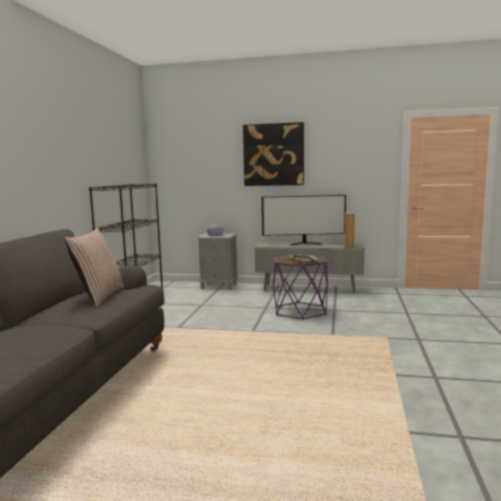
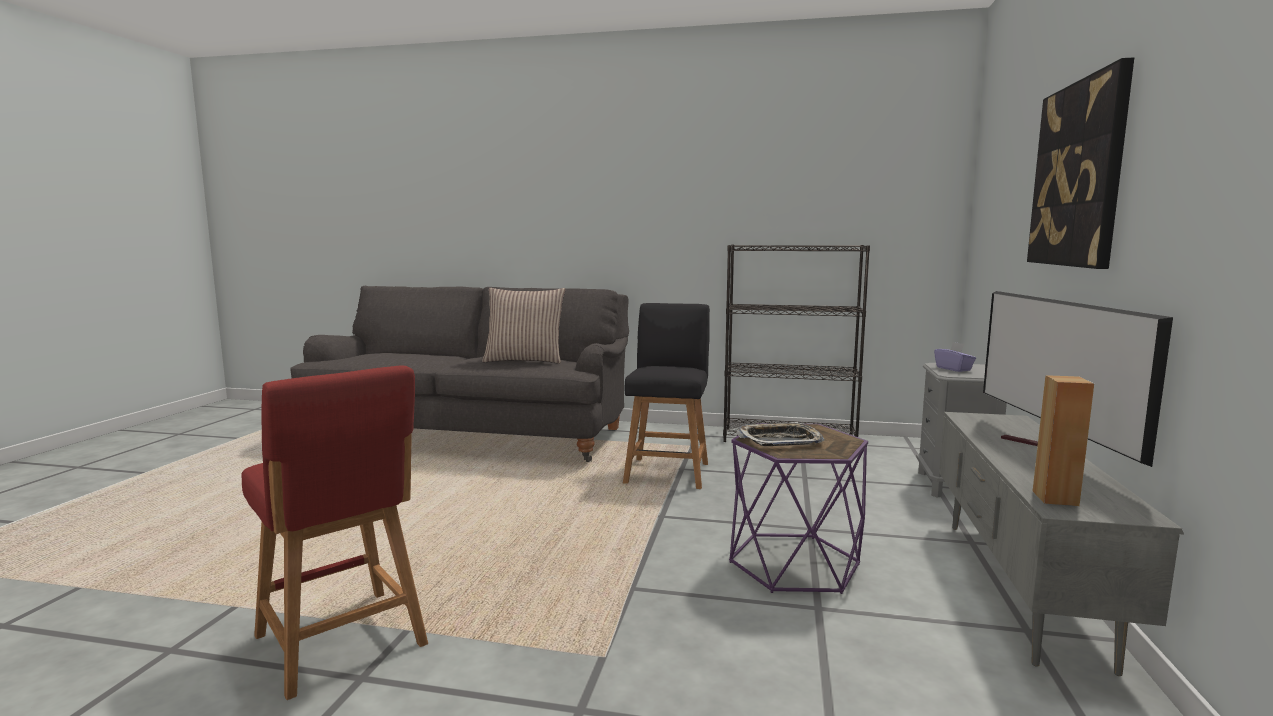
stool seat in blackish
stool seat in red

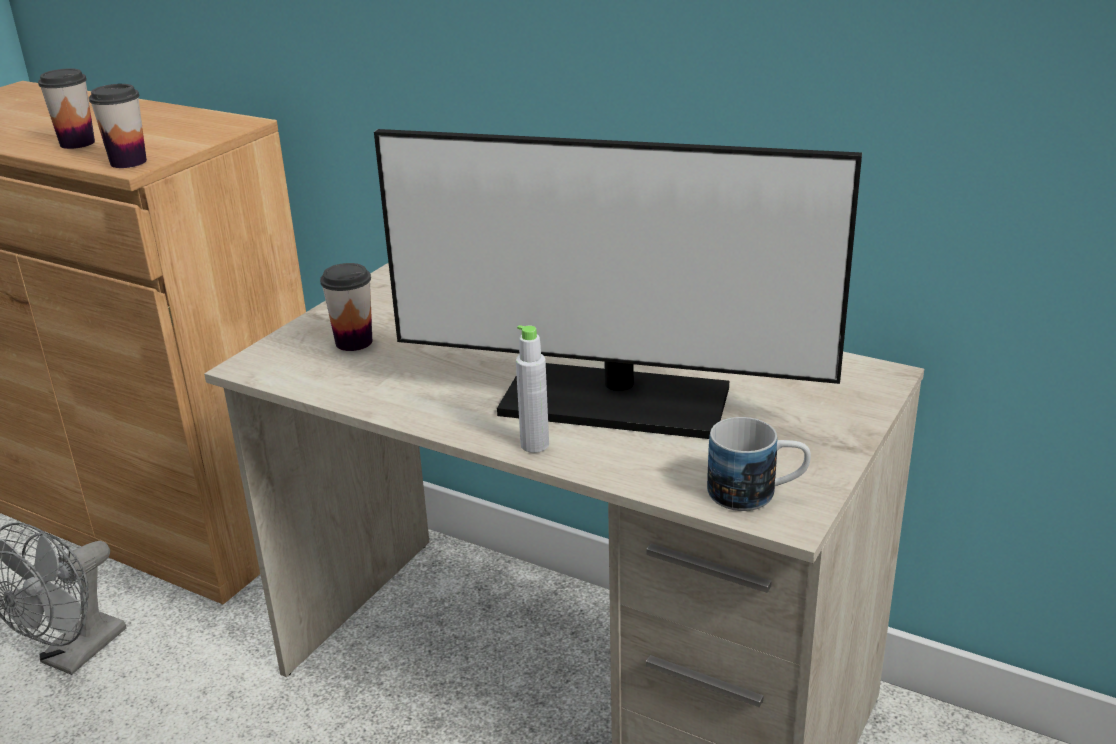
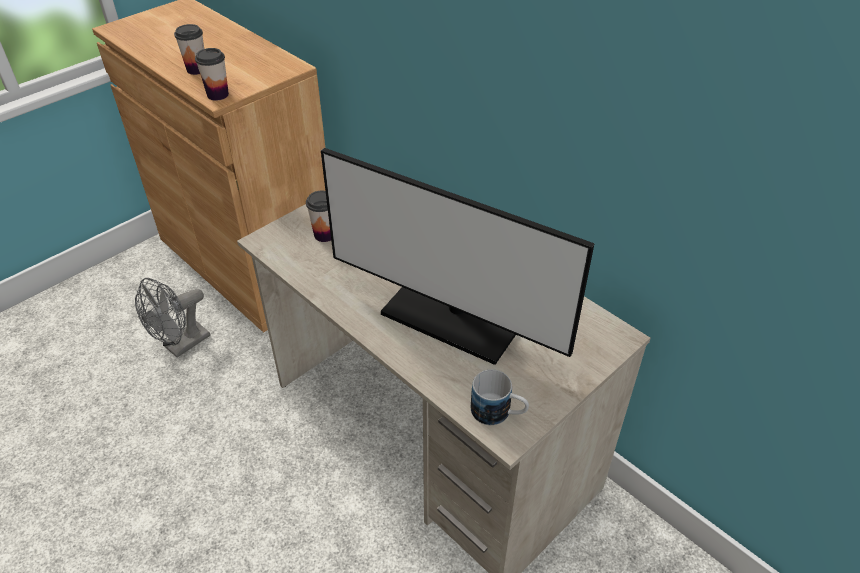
bottle in gray

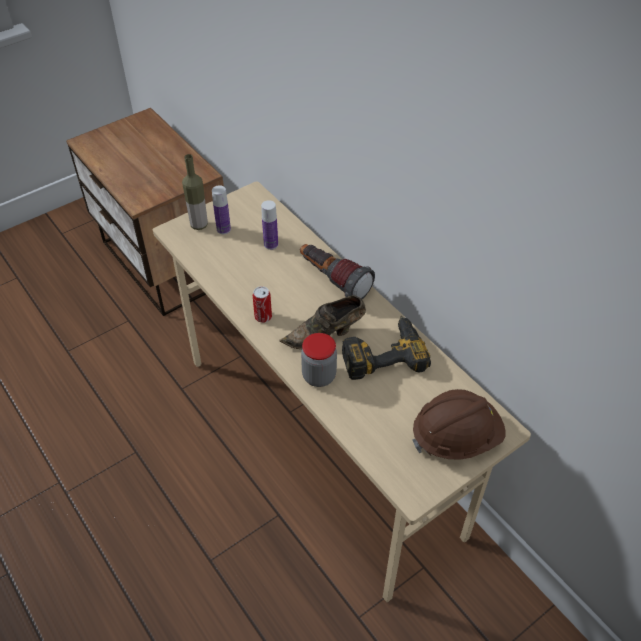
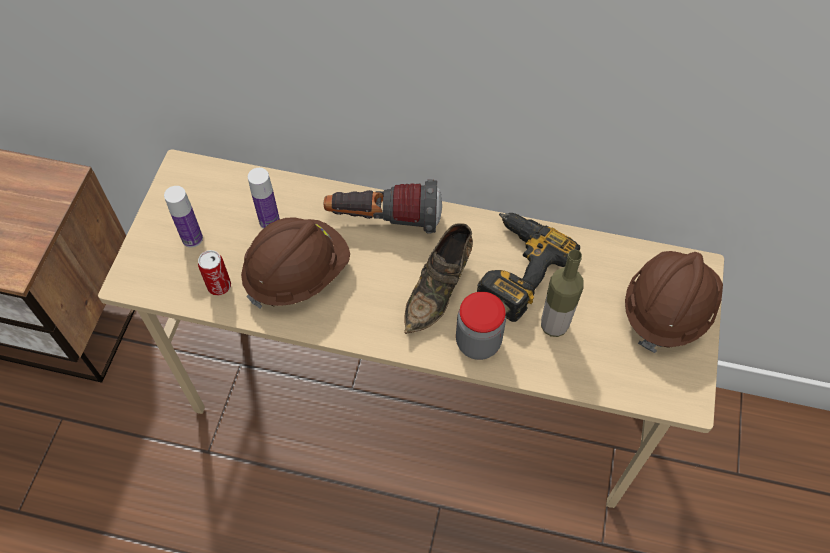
bottle (3rd from left)
can
work helmet in brown-coloured (1st from left)

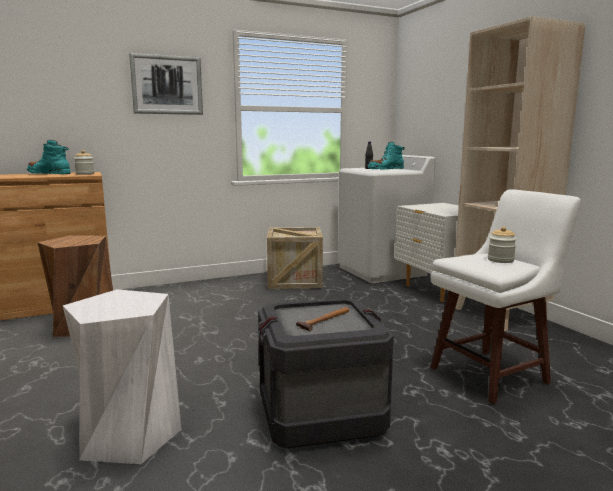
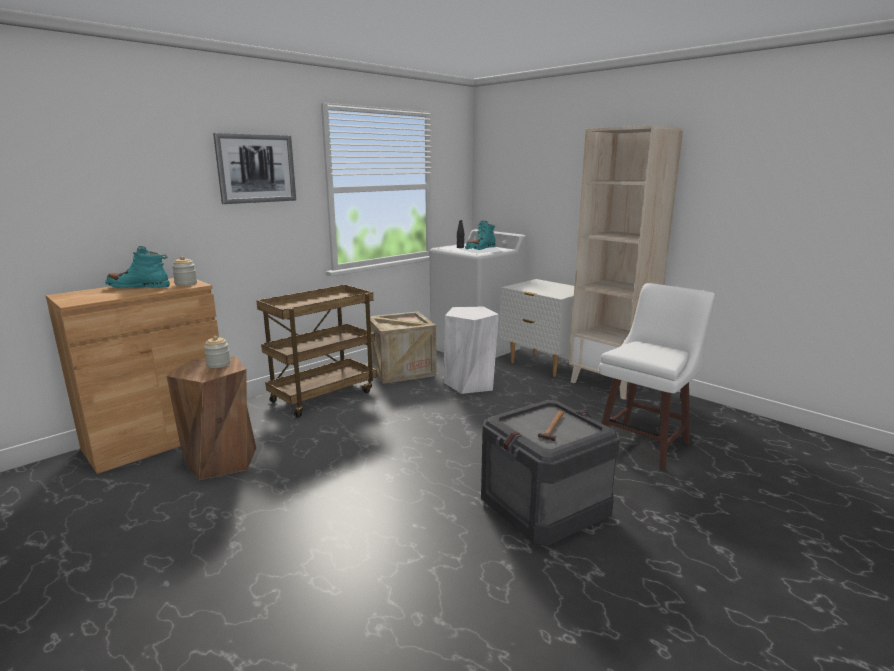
preserve jar (2nd from left)
stool seat in whitish (1st from left)
cart in brown-coloured

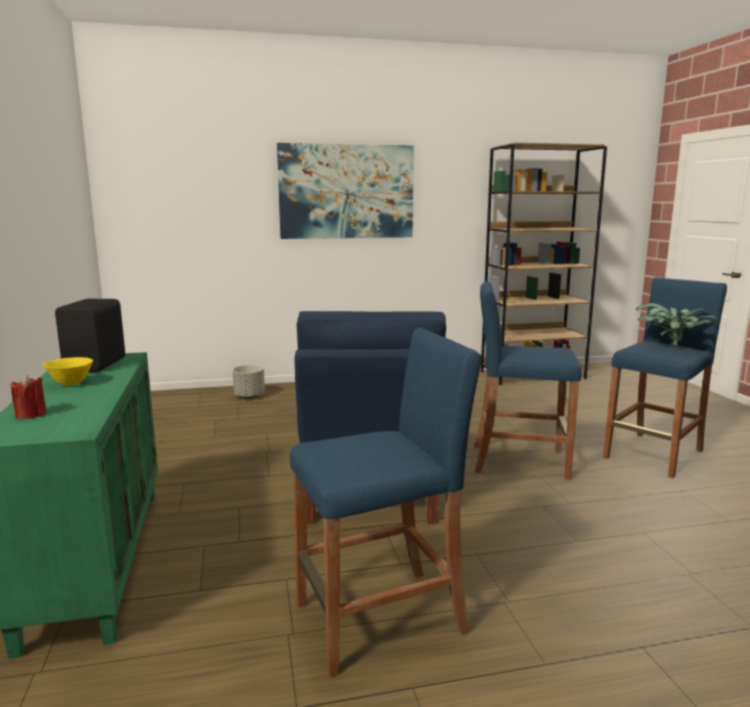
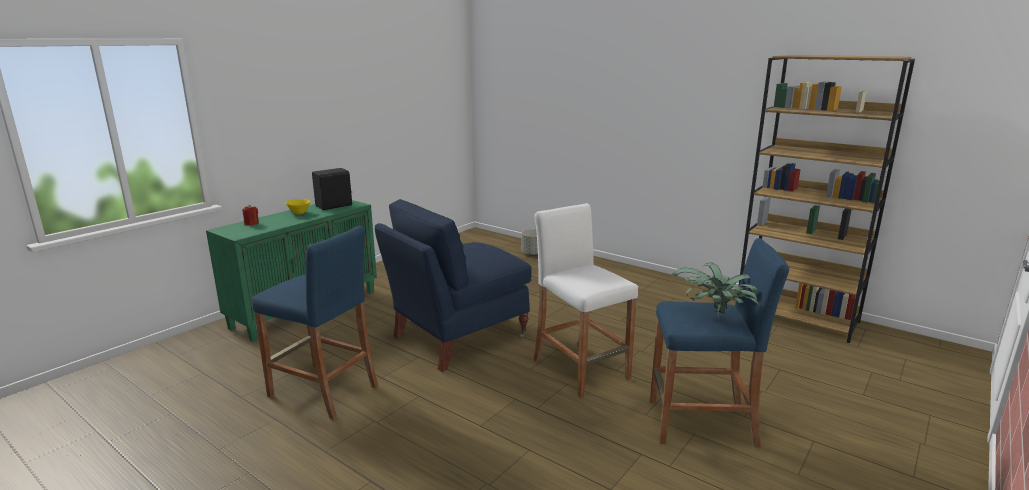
wall picture
stool seat in whitish

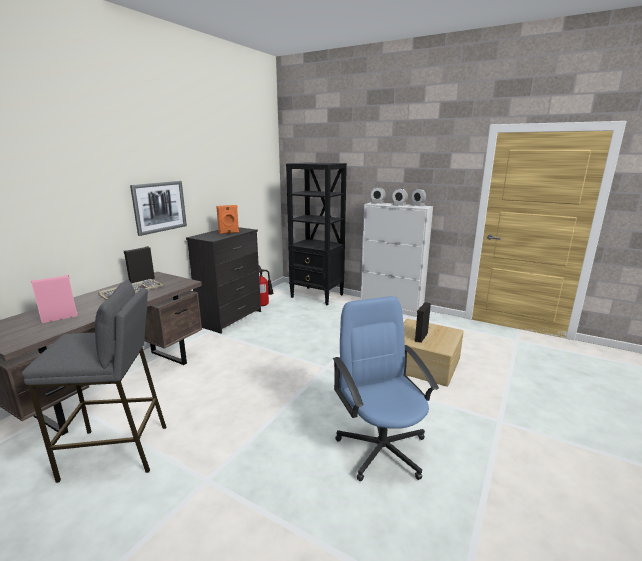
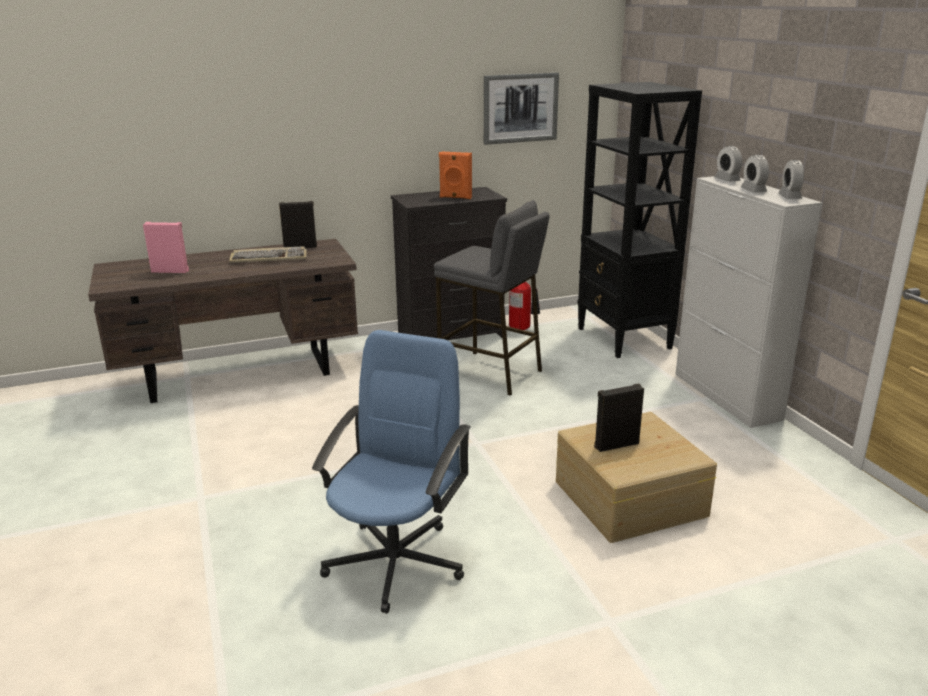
wall picture
stool seat in gray

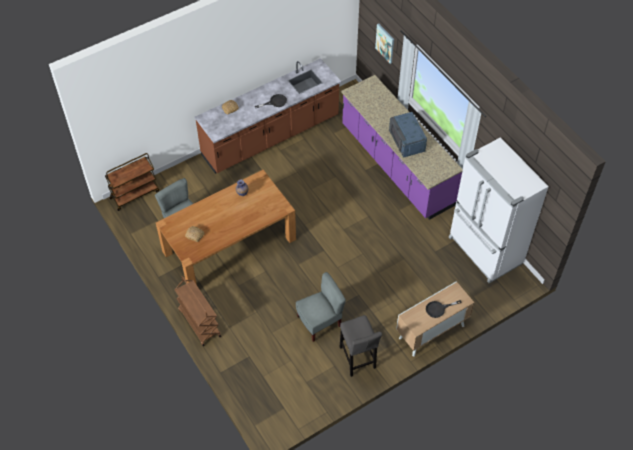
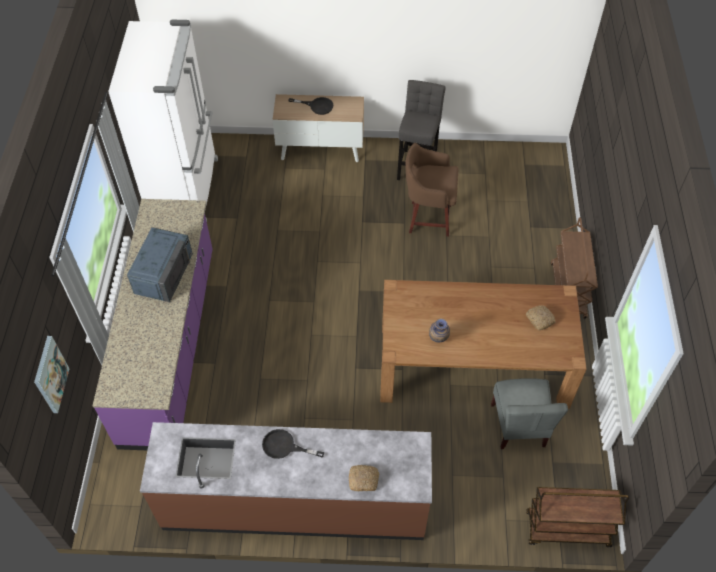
stool seat in brown-coloured

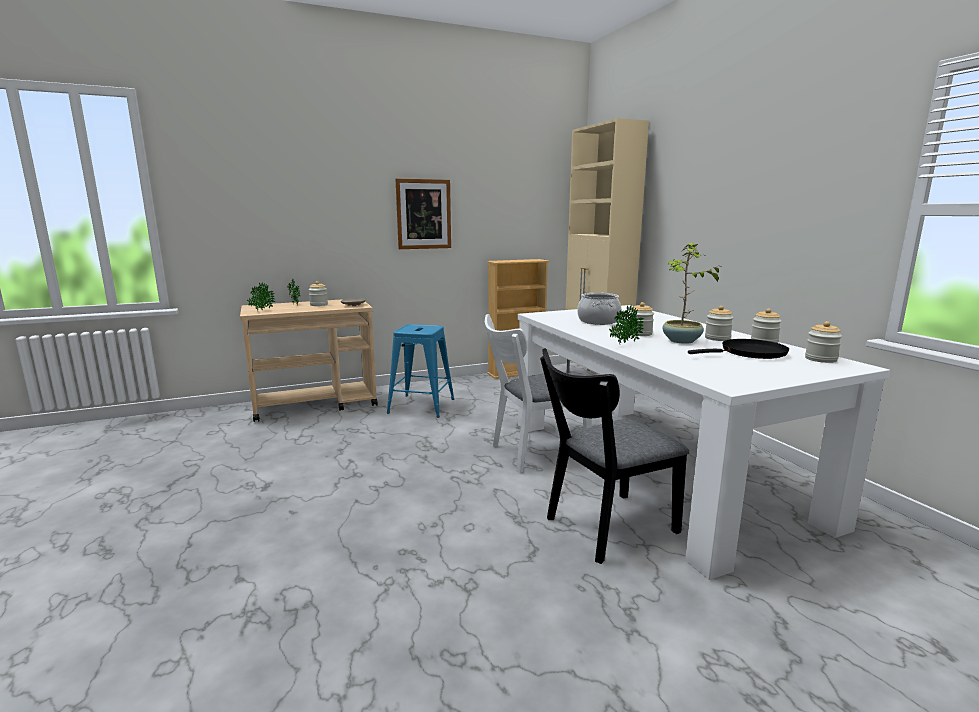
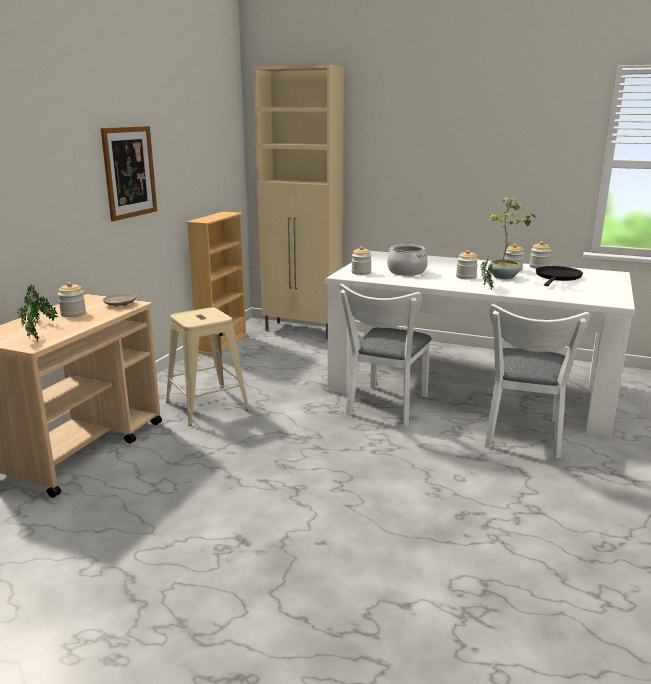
preserve jar (2nd from left)
stool seat in sand-coloured
plain chair in whitish (2nd from left)

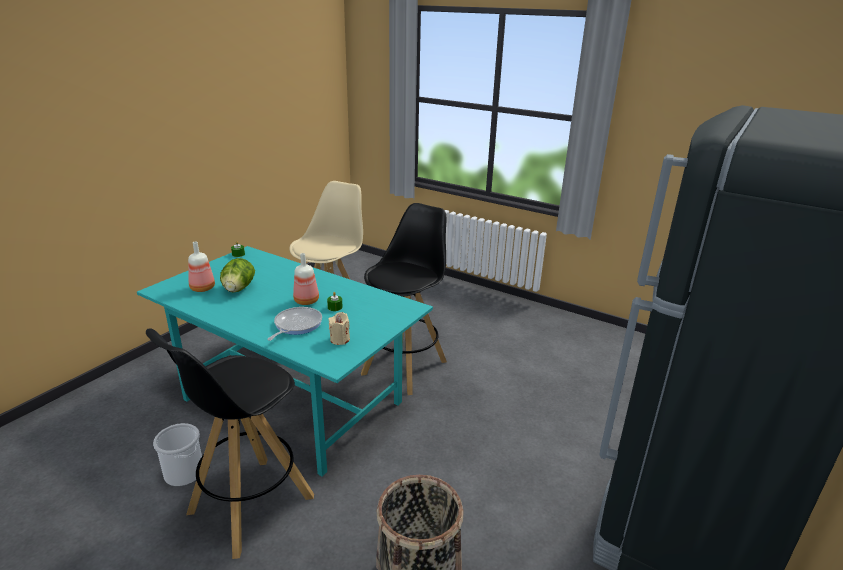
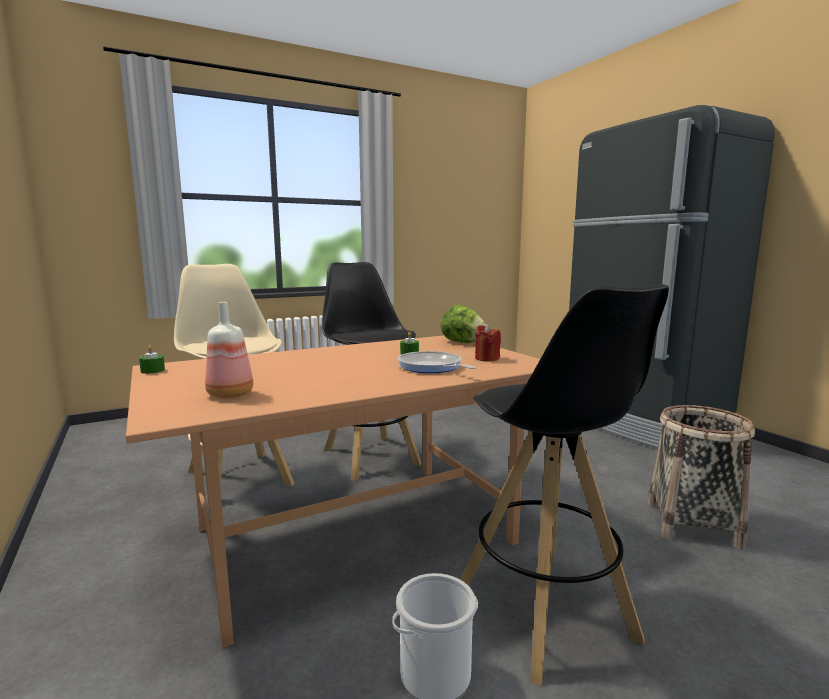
dining table in brown-coloured
bottle (2nd from left in the first image)
lettuce head
wax candle in red

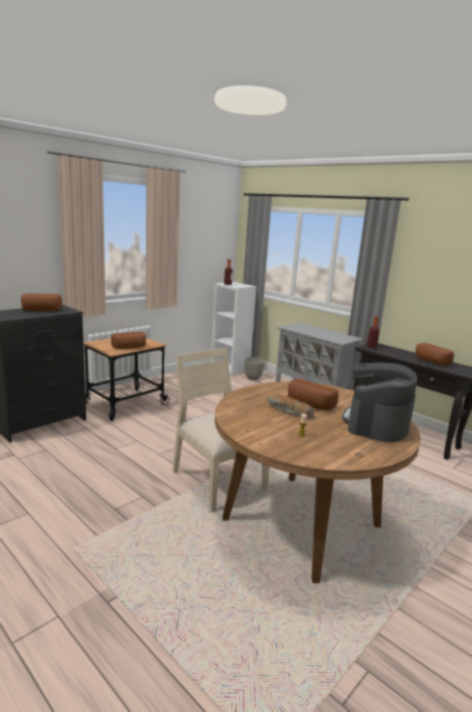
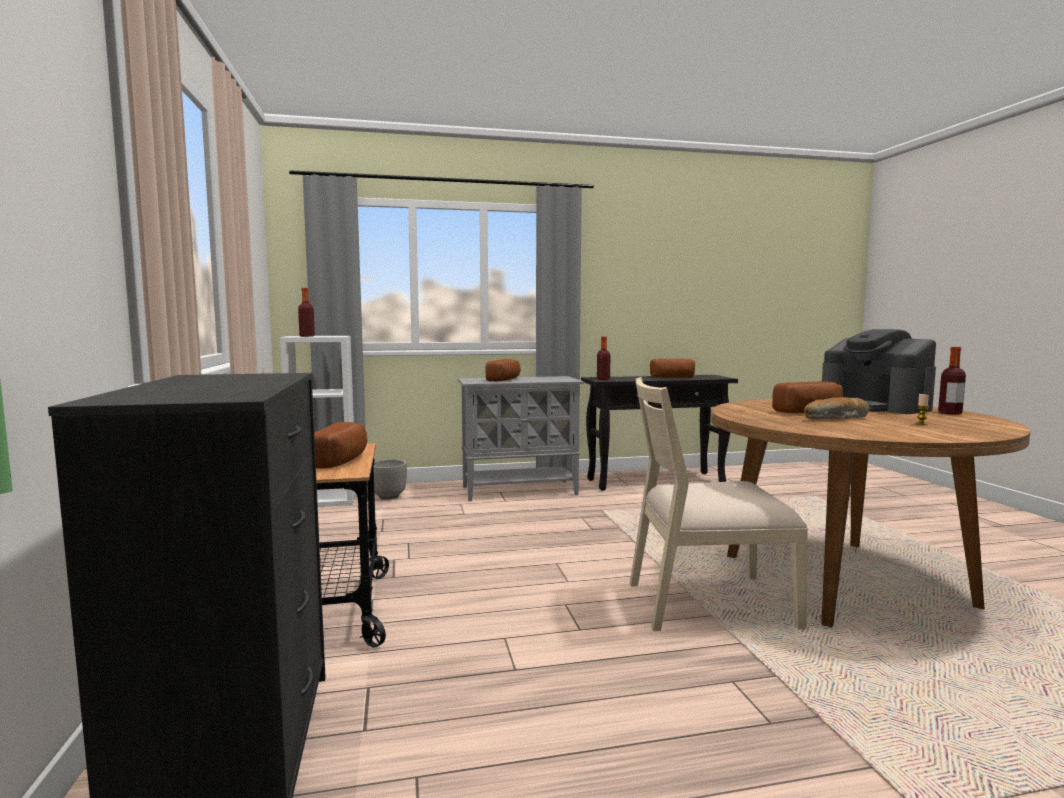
baked bread (2nd from left)
bottle (3rd from left)

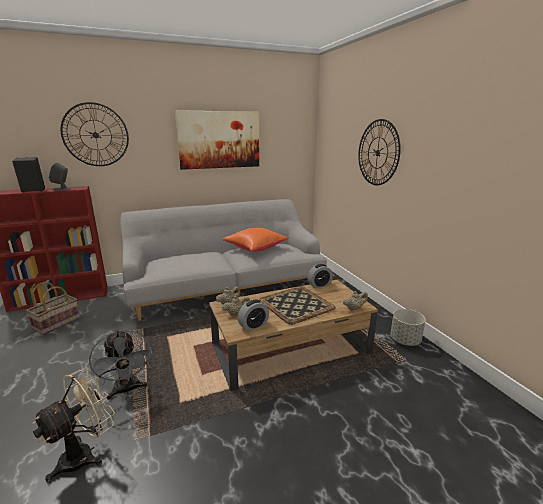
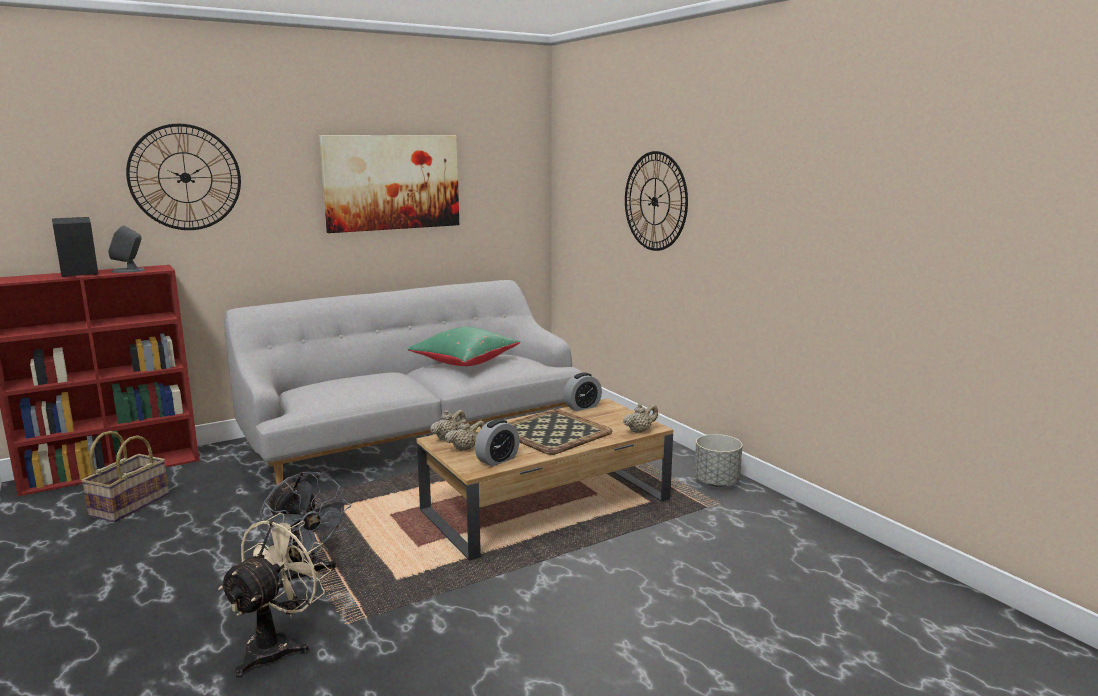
pillow in greenish

